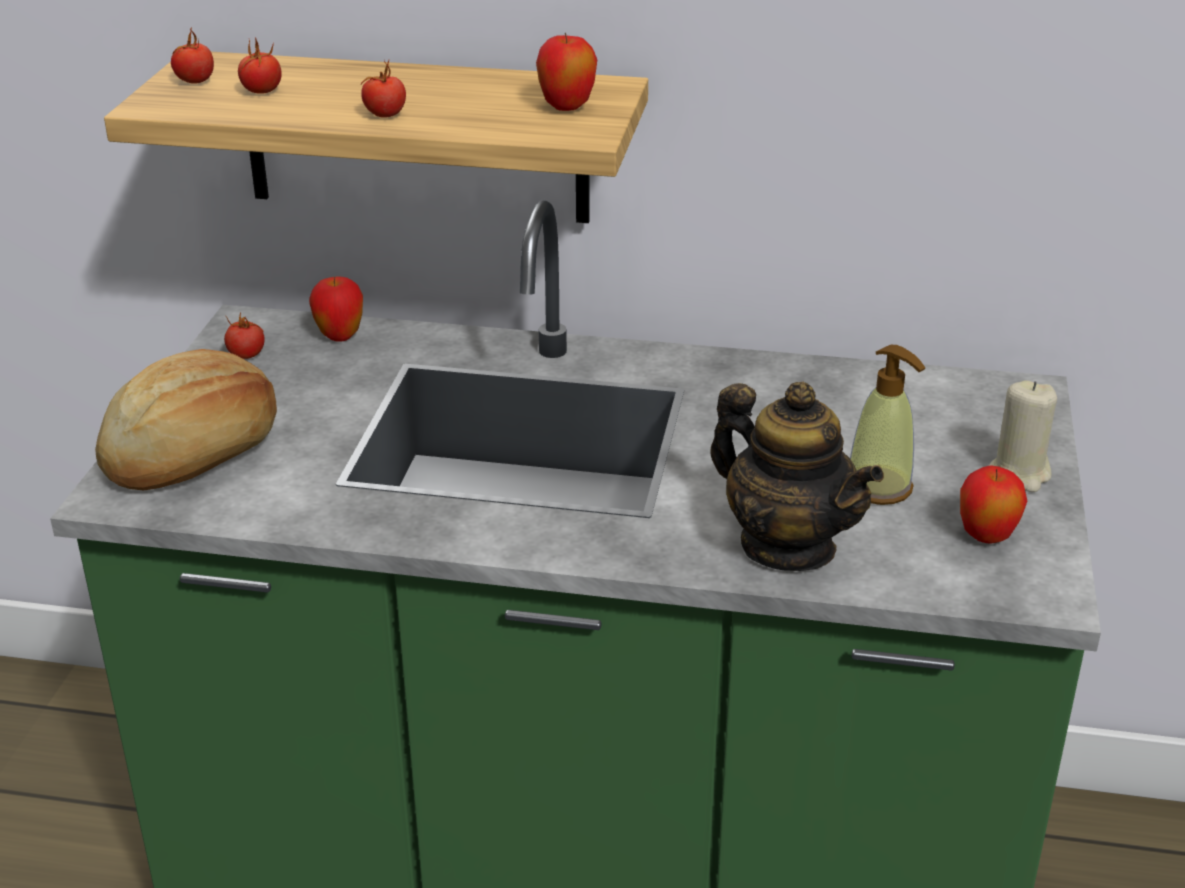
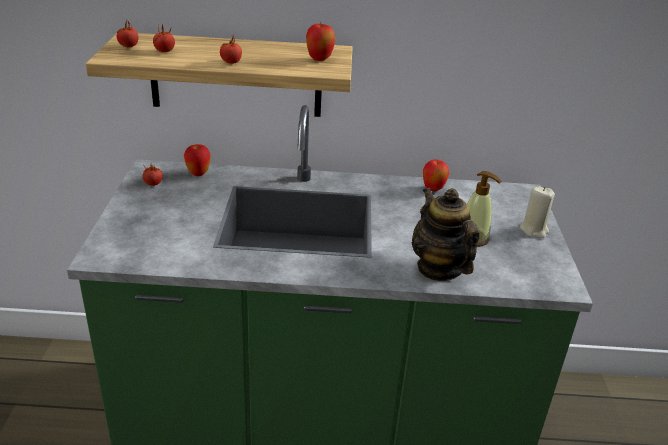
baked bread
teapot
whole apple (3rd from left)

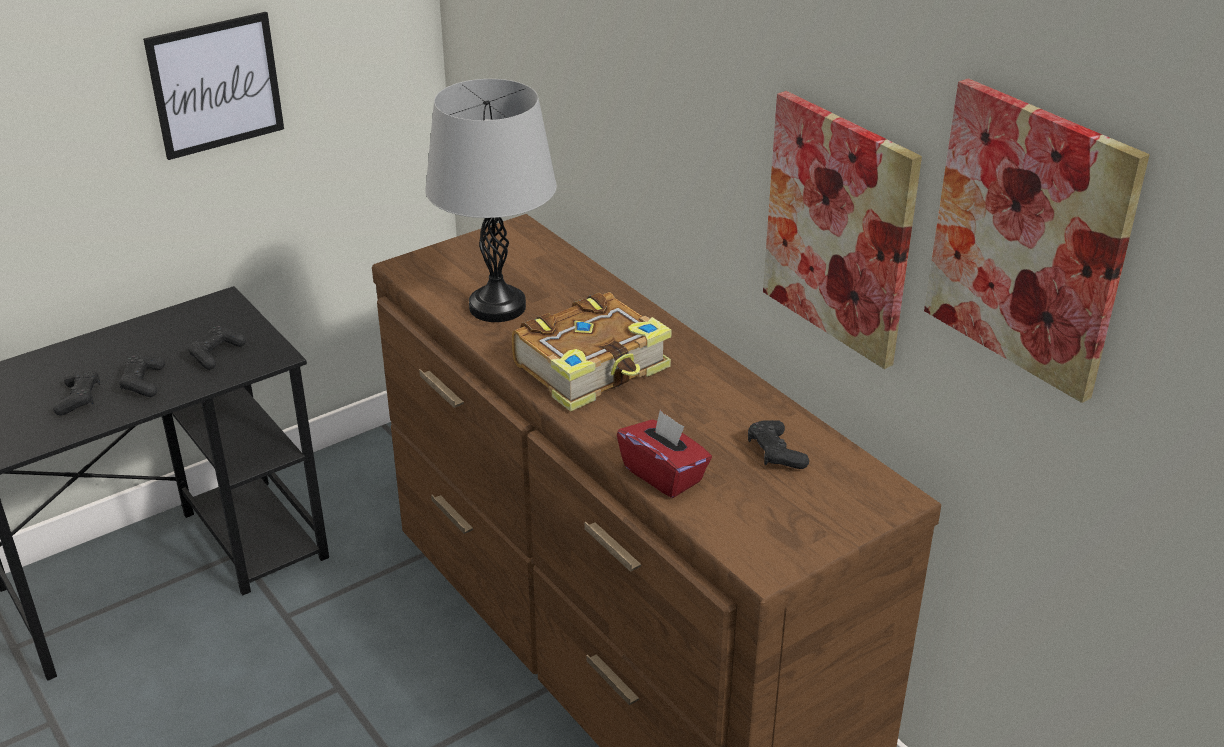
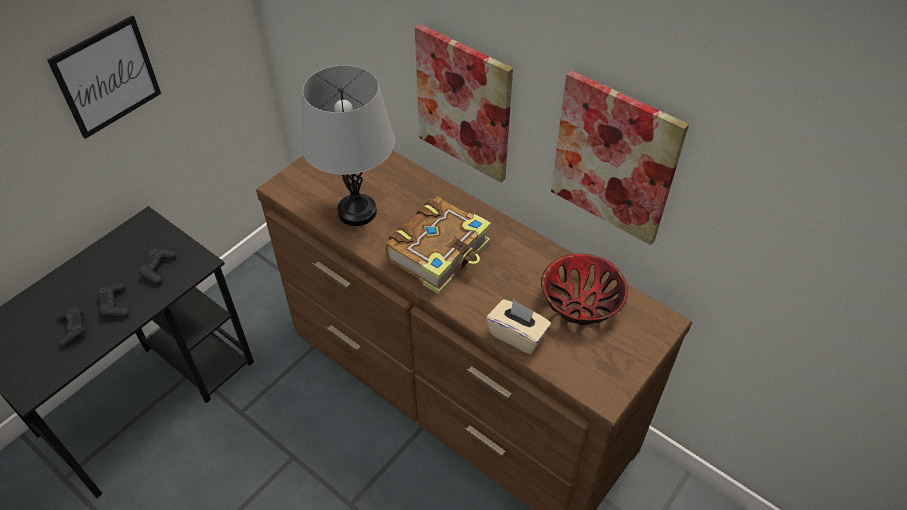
wall picture (2nd from left)
tissue holder in sand-coloured
serving bowl

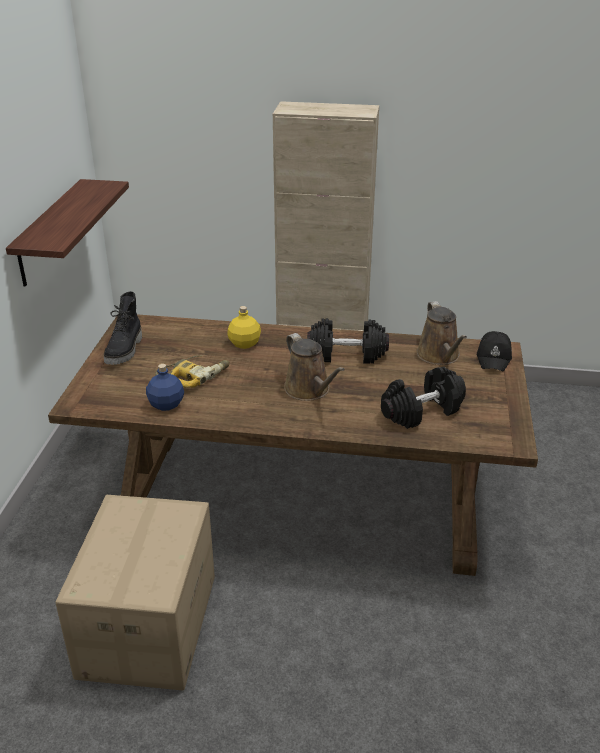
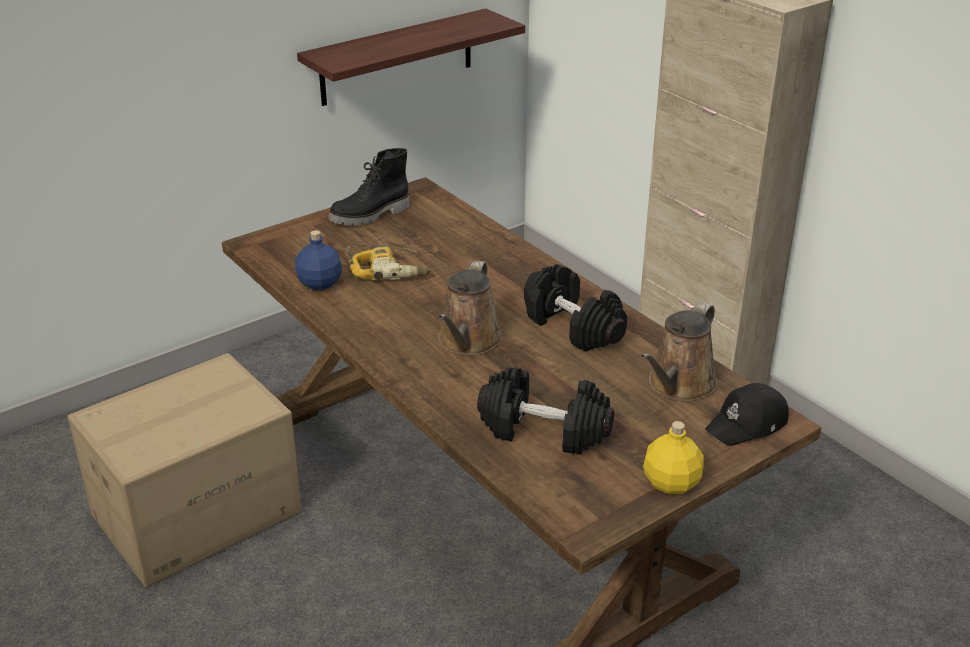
bottle in yellow

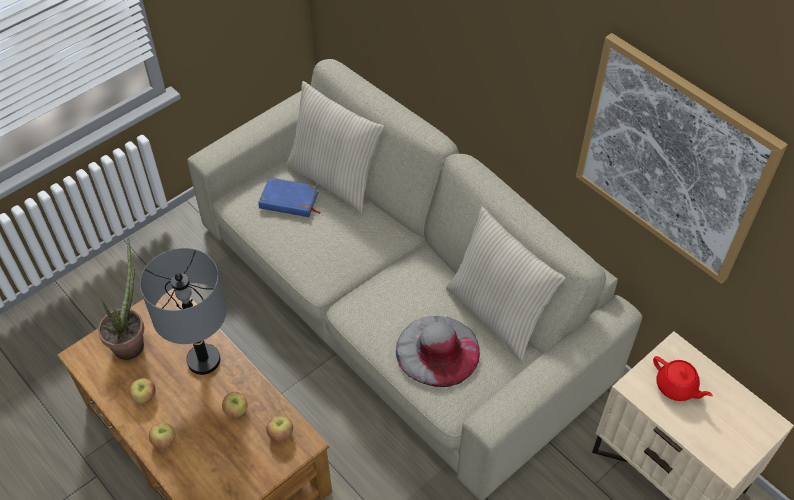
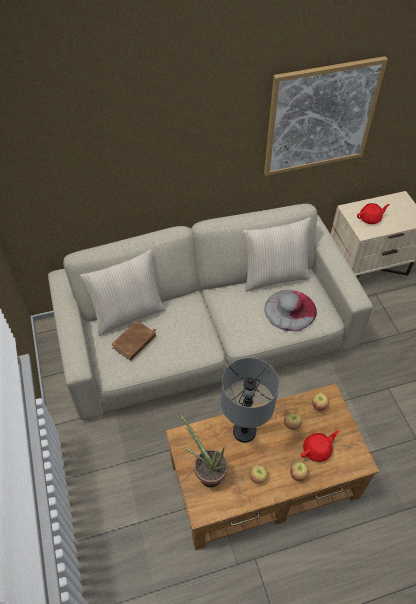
volume in brown-coloured
teapot in red (1st from left)

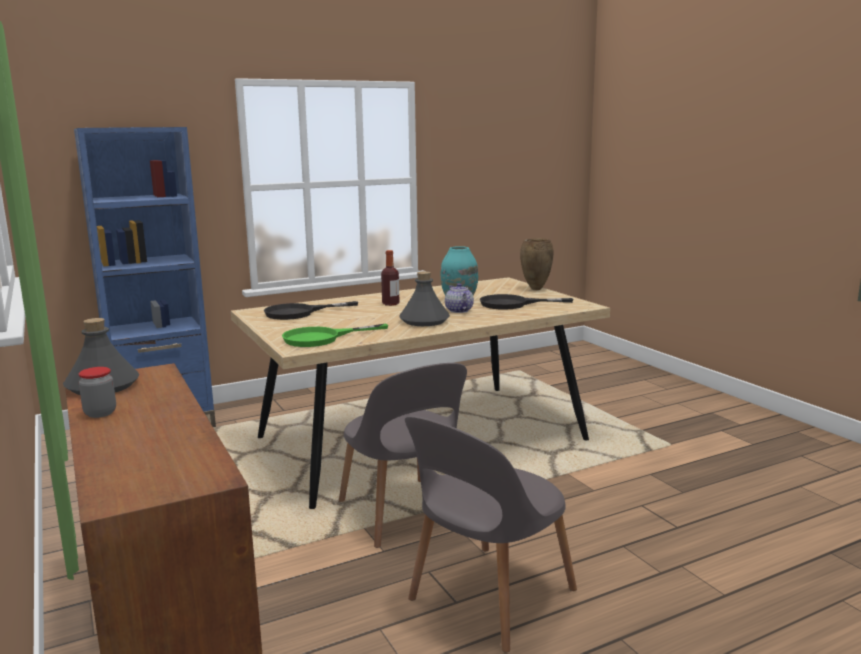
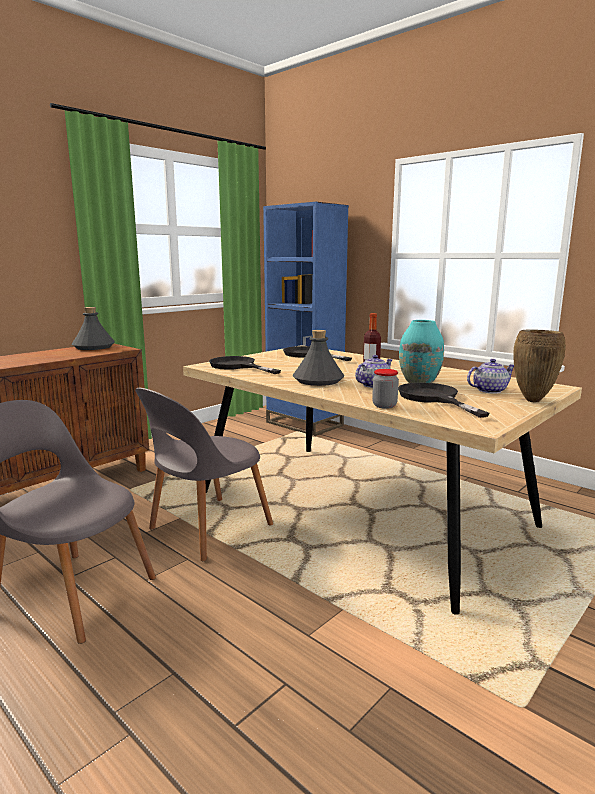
frying pan in blackish (1st from left)
preserve jar
teapot (2nd from left)

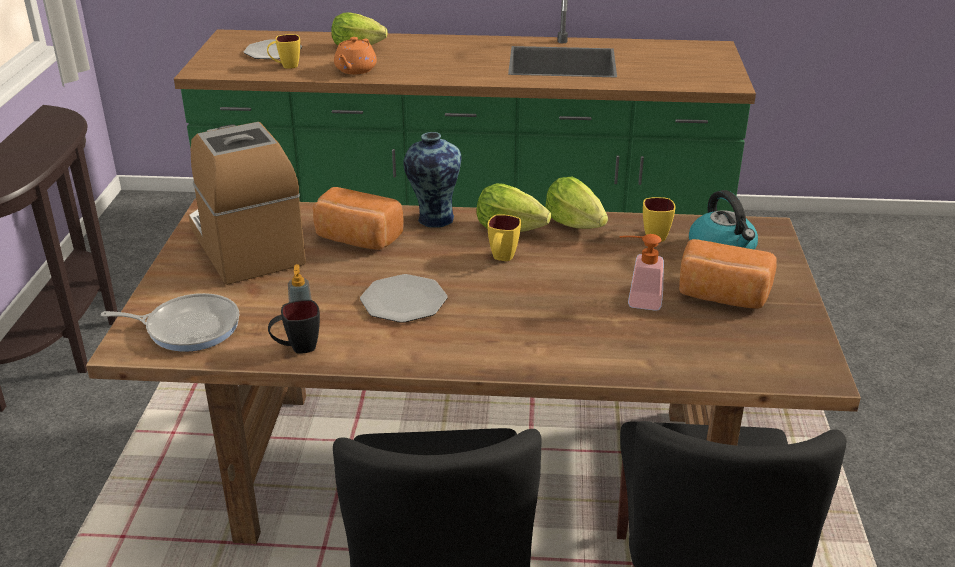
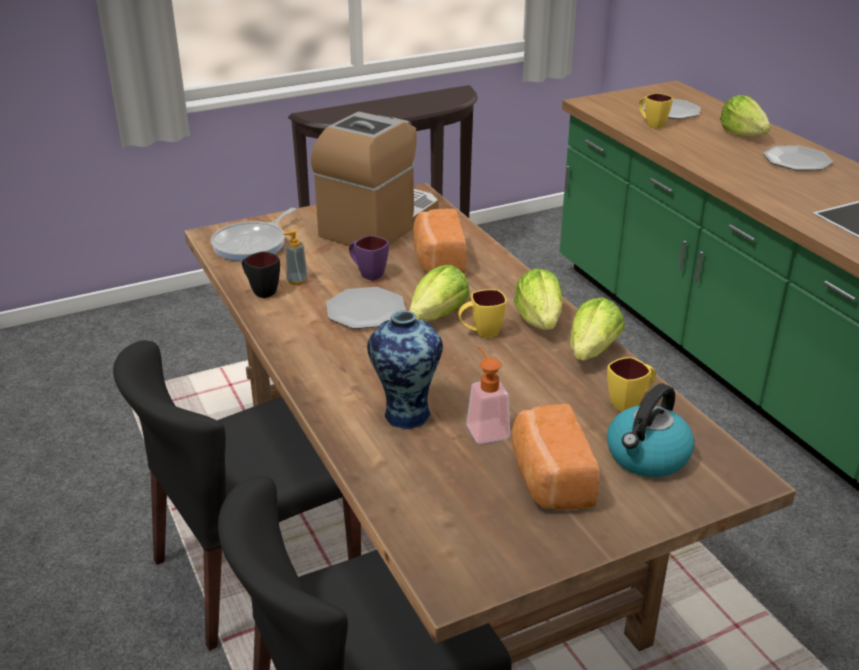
teapot in orange
flower vase
frying pan
plate (3rd from left)
coffee mug in purple-coloured
lettuce head (1st from left)

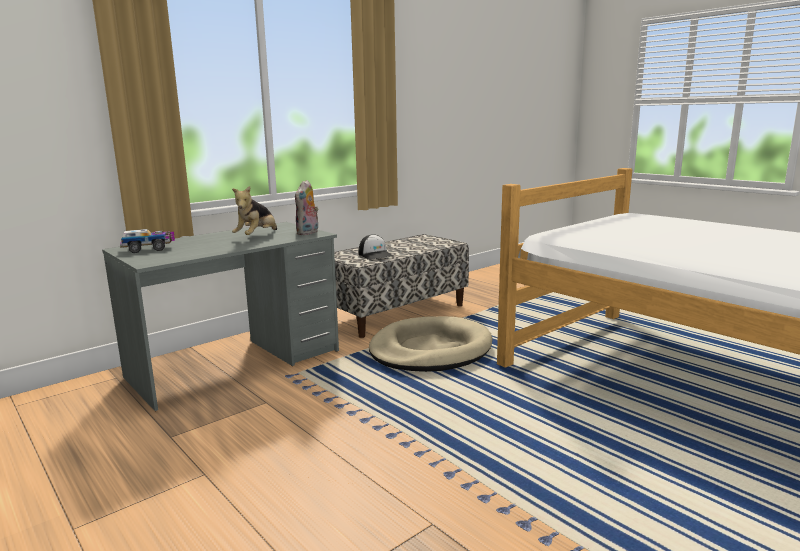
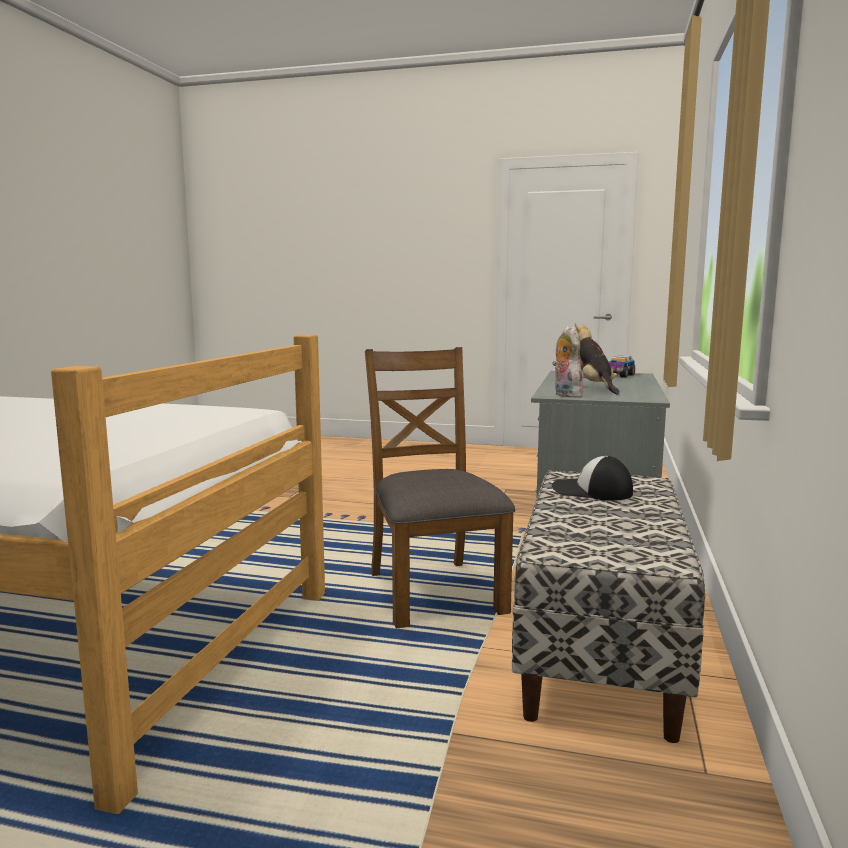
plain chair in brown-coloured

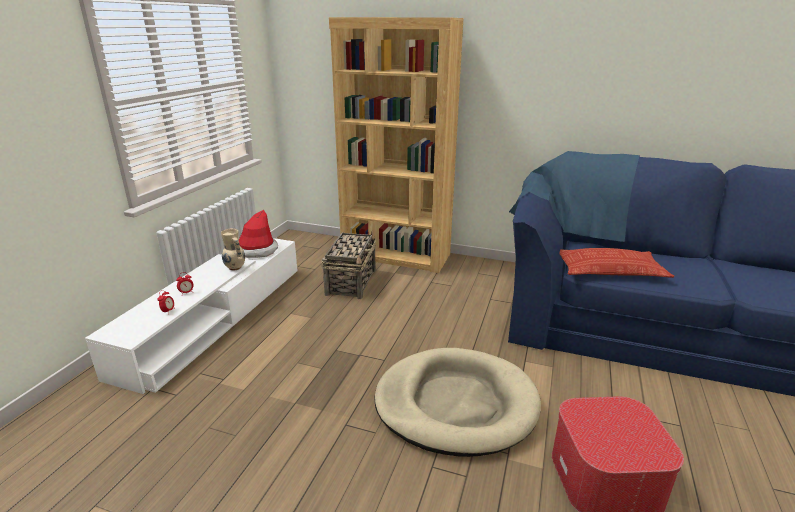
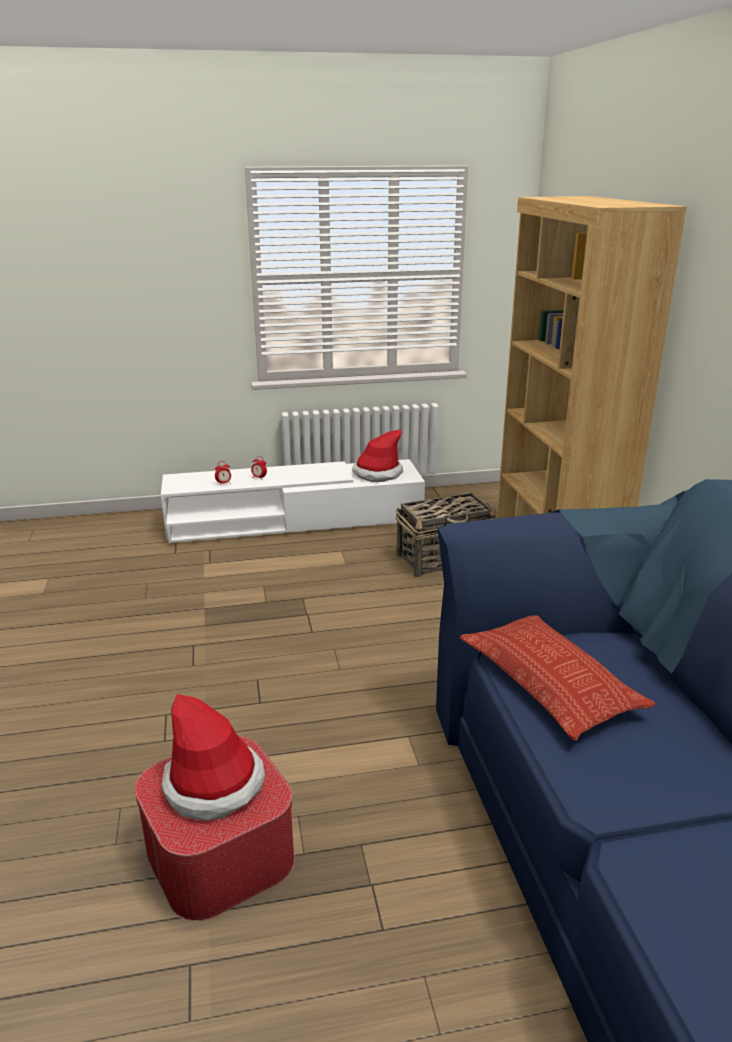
flower vase in sand-coloured
pet bed in sand-coloured
hat (1st from left)

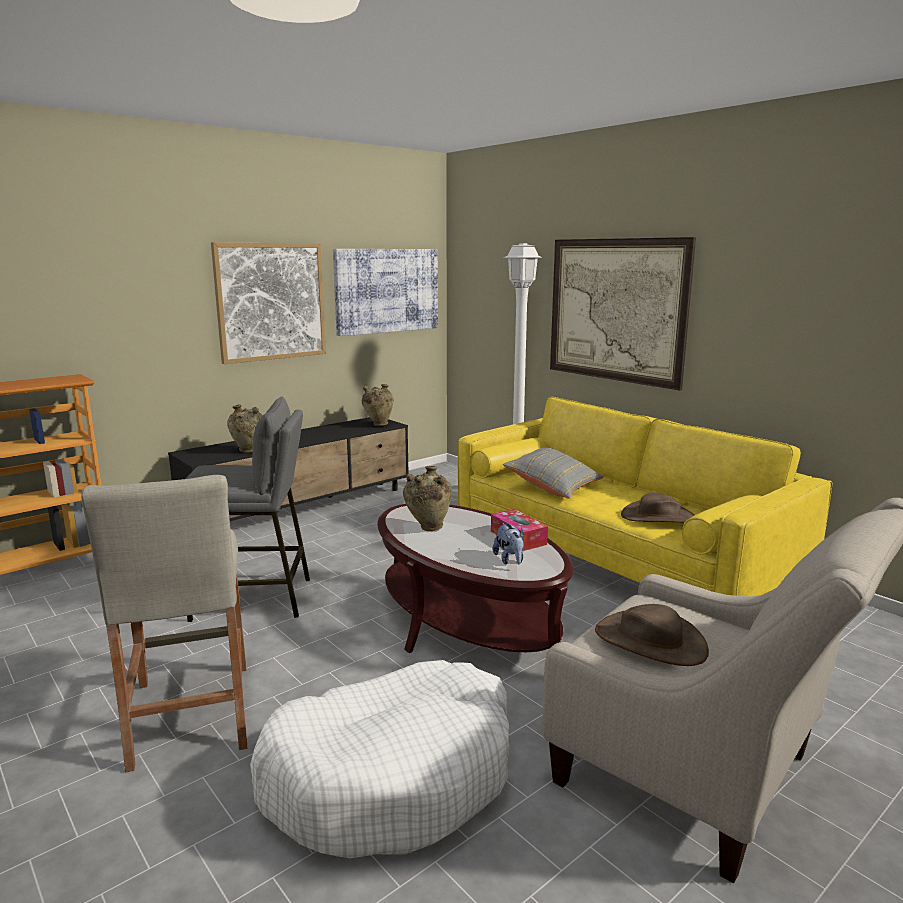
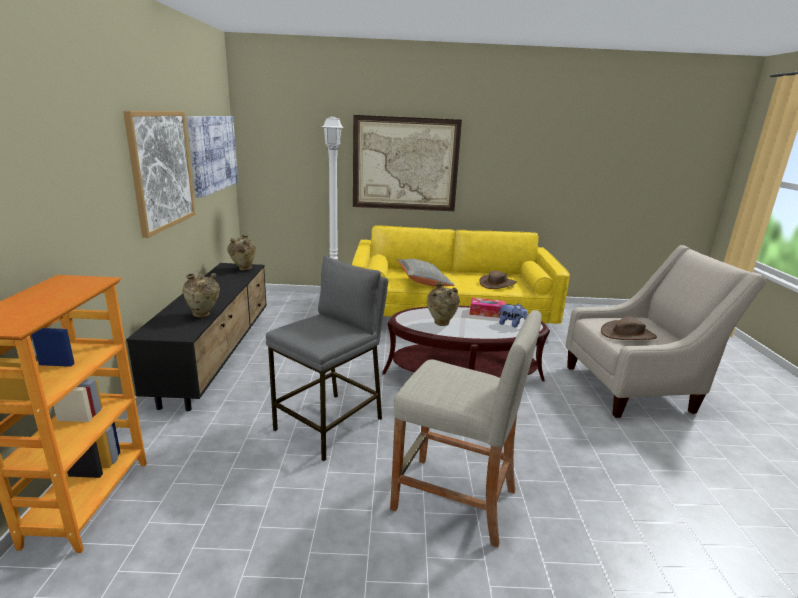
pet bed in whitish

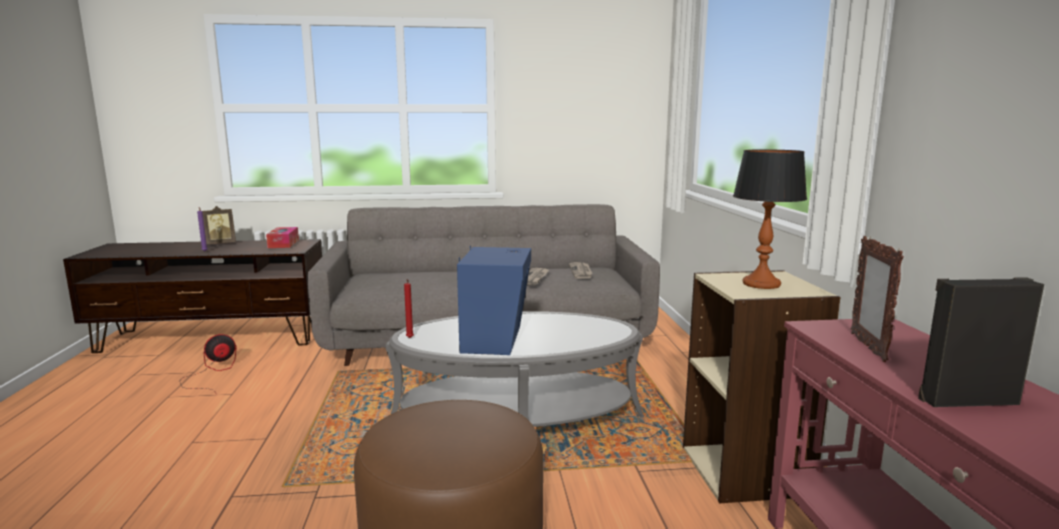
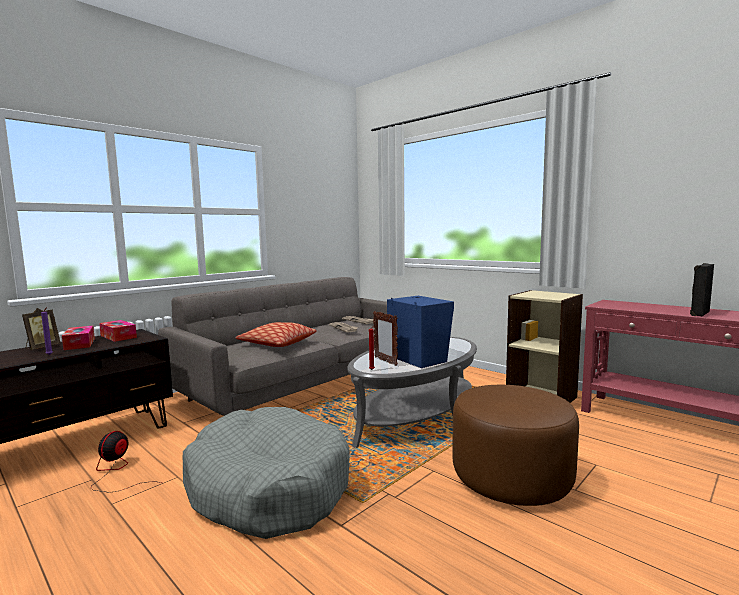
table lamp
photo frame (2nd from left)
pillow
tissue holder (1st from left)
pet bed in gray

